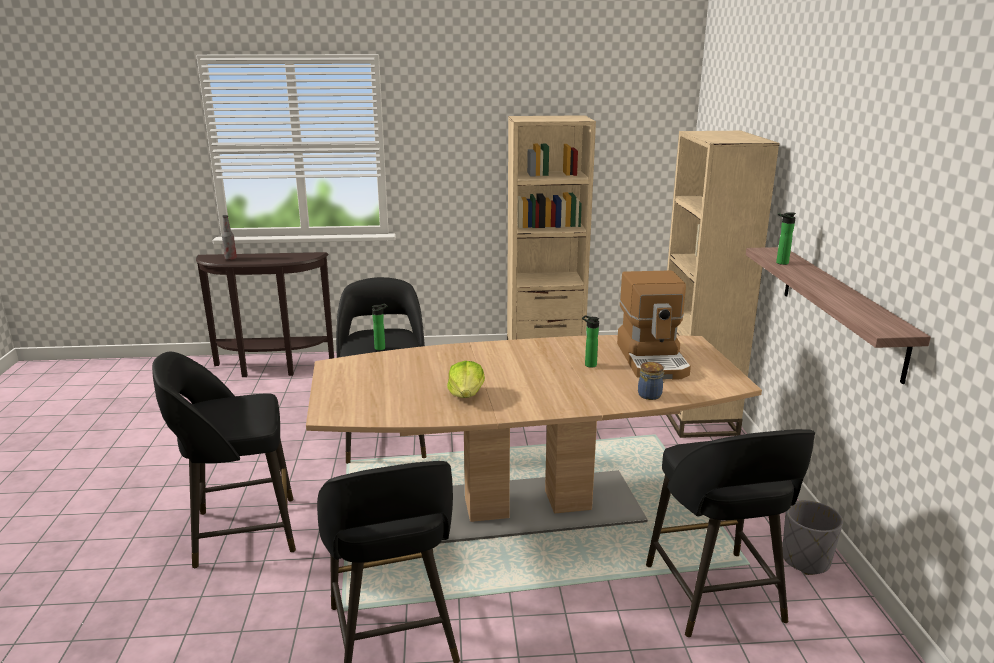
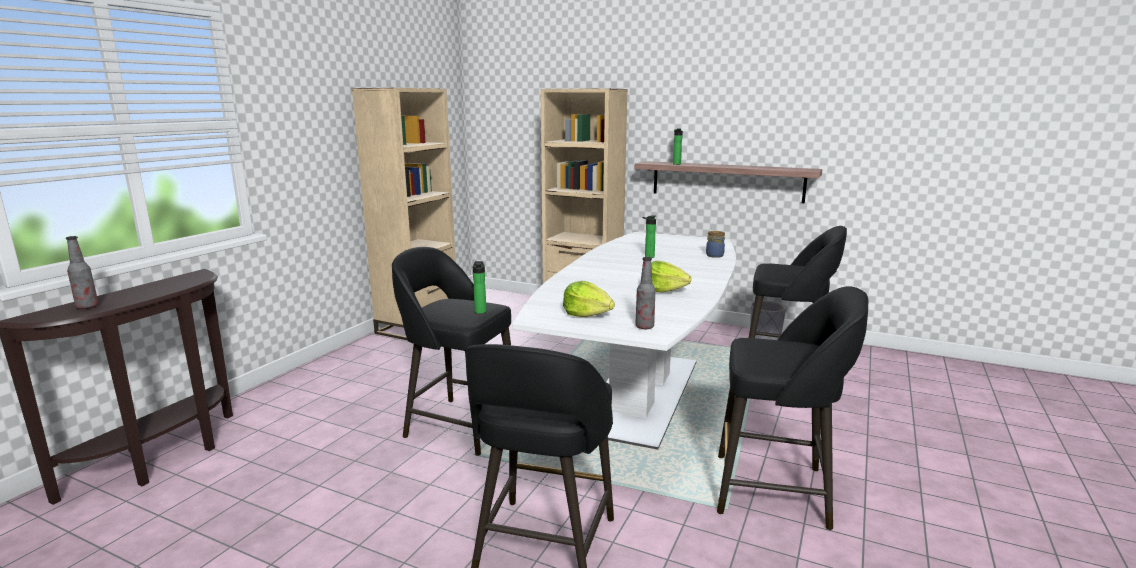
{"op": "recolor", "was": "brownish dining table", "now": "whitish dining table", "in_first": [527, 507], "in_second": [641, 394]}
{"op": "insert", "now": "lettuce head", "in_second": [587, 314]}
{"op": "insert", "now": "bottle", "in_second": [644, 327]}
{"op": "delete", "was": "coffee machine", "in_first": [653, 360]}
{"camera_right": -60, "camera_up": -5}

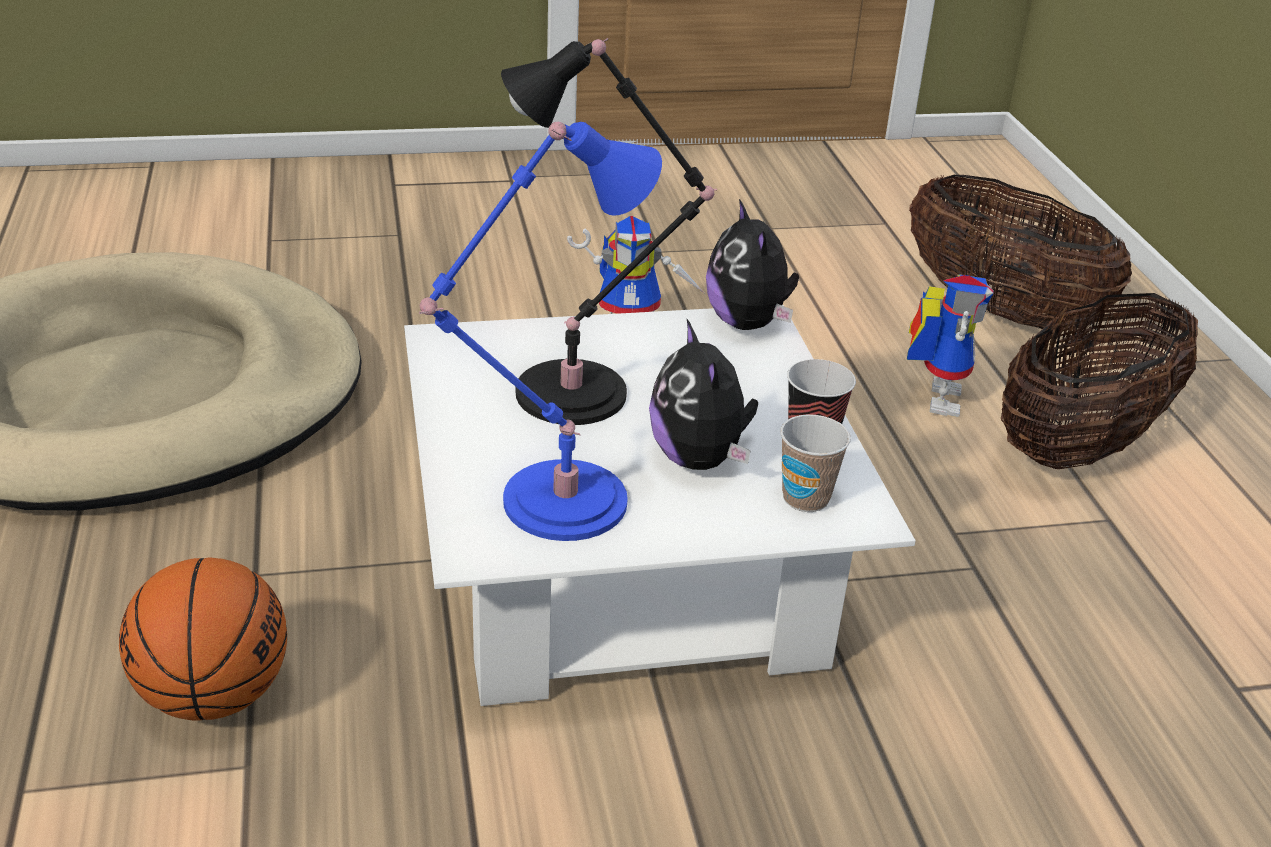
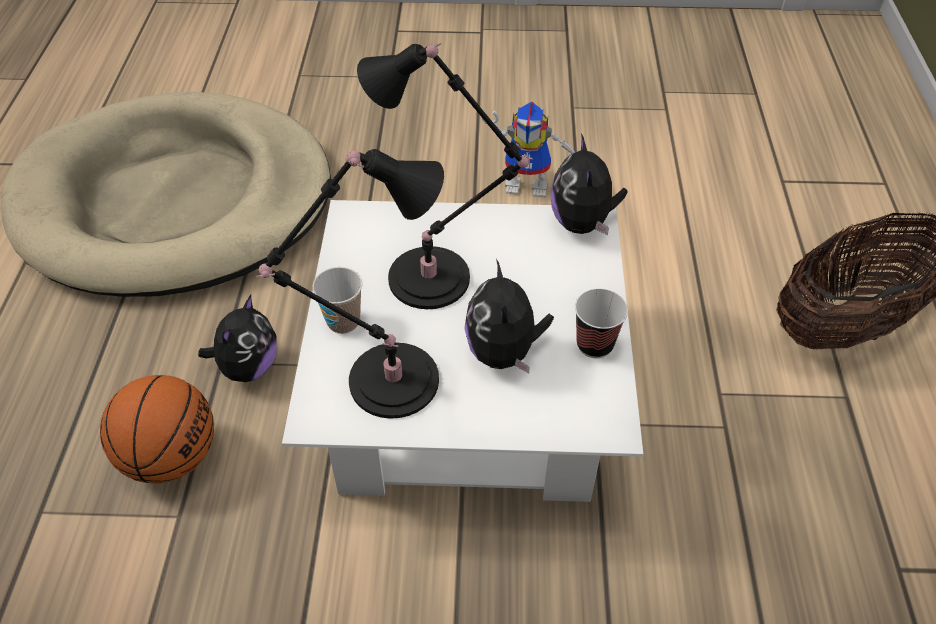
{"op": "insert", "now": "soft toy", "in_second": [248, 367]}
{"op": "recolor", "was": "blue-coloured lamp for a table", "now": "black-coloured lamp for a table", "in_first": [554, 503], "in_second": [385, 381]}
{"op": "move", "was": "drinking cup", "in_first": [805, 498], "in_second": [343, 321]}
{"op": "delete", "was": "robot figure", "in_first": [934, 395]}
{"op": "delete", "was": "storage basket", "in_first": [1000, 310]}
{"camera_right": 15, "camera_up": 15}

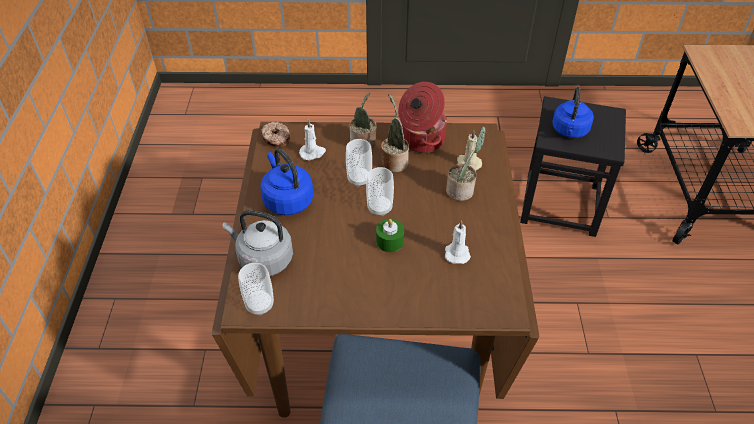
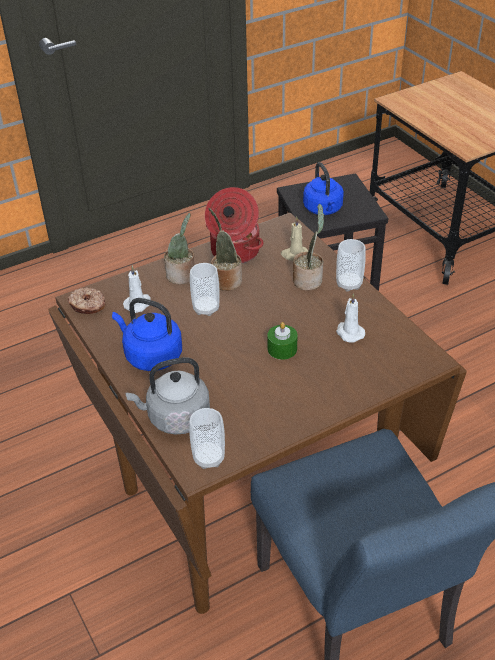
{"op": "move", "was": "drinking cup", "in_first": [379, 208], "in_second": [349, 284]}
{"camera_right": -30, "camera_up": -5}

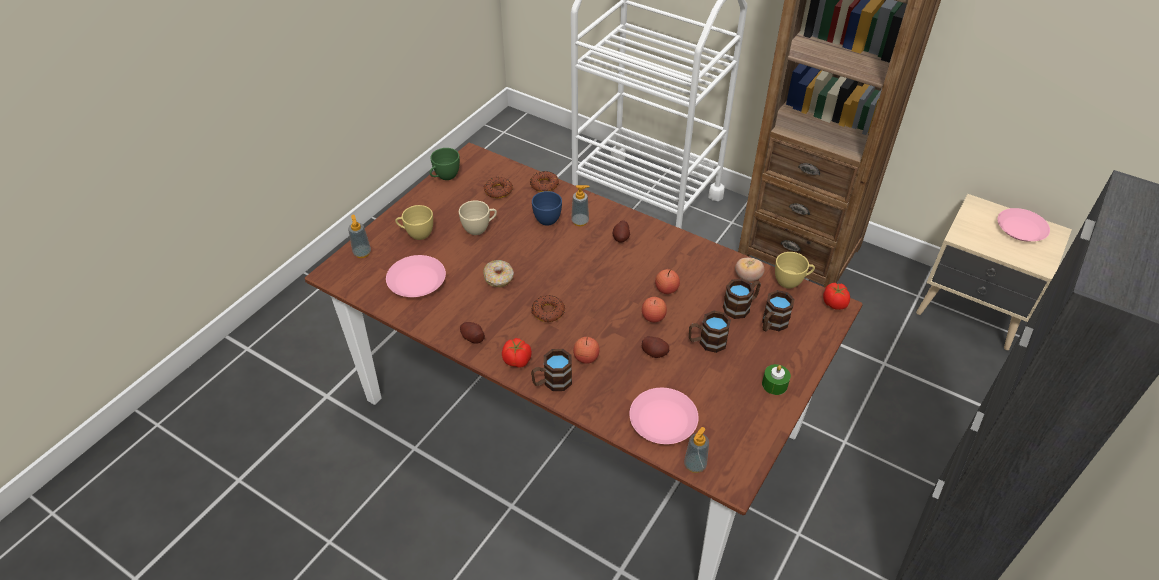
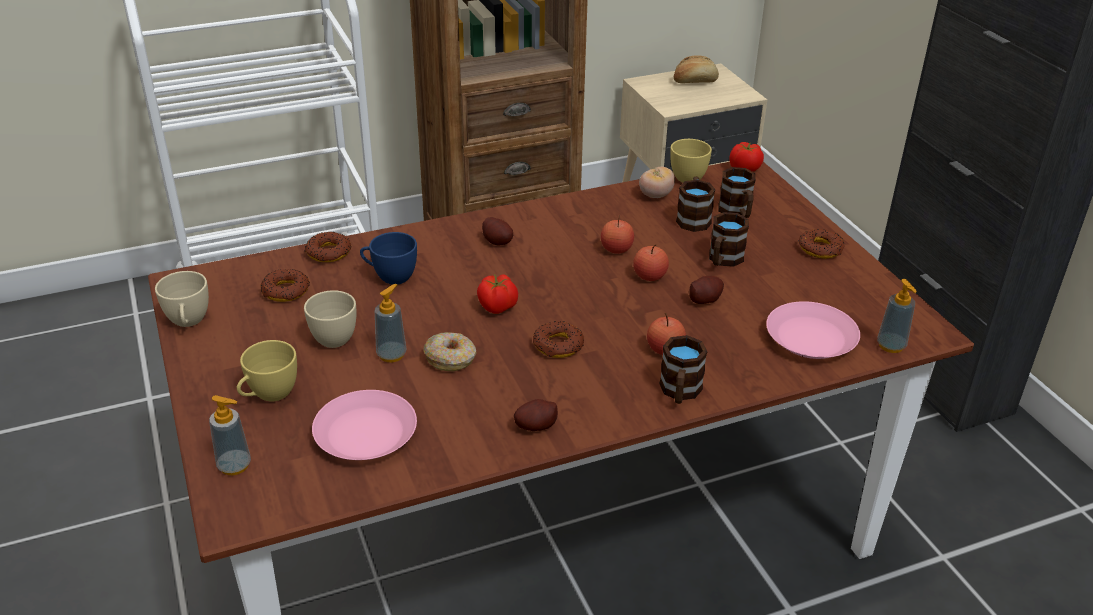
{"op": "recolor", "was": "greenish drinking cup", "now": "beige-coloured drinking cup", "in_first": [444, 177], "in_second": [188, 322]}
{"op": "move", "was": "soap bottle", "in_first": [580, 221], "in_second": [391, 354]}
{"op": "move", "was": "fresh tomato", "in_first": [517, 361], "in_second": [498, 307]}
{"op": "replace", "was": "pinkish dinner plate", "now": "bread", "in_first": [1020, 229], "in_second": [695, 81]}
{"op": "replace", "was": "greenish wax candle", "now": "doughnut", "in_first": [774, 384], "in_second": [820, 249]}
{"camera_right": -55, "camera_up": -10}

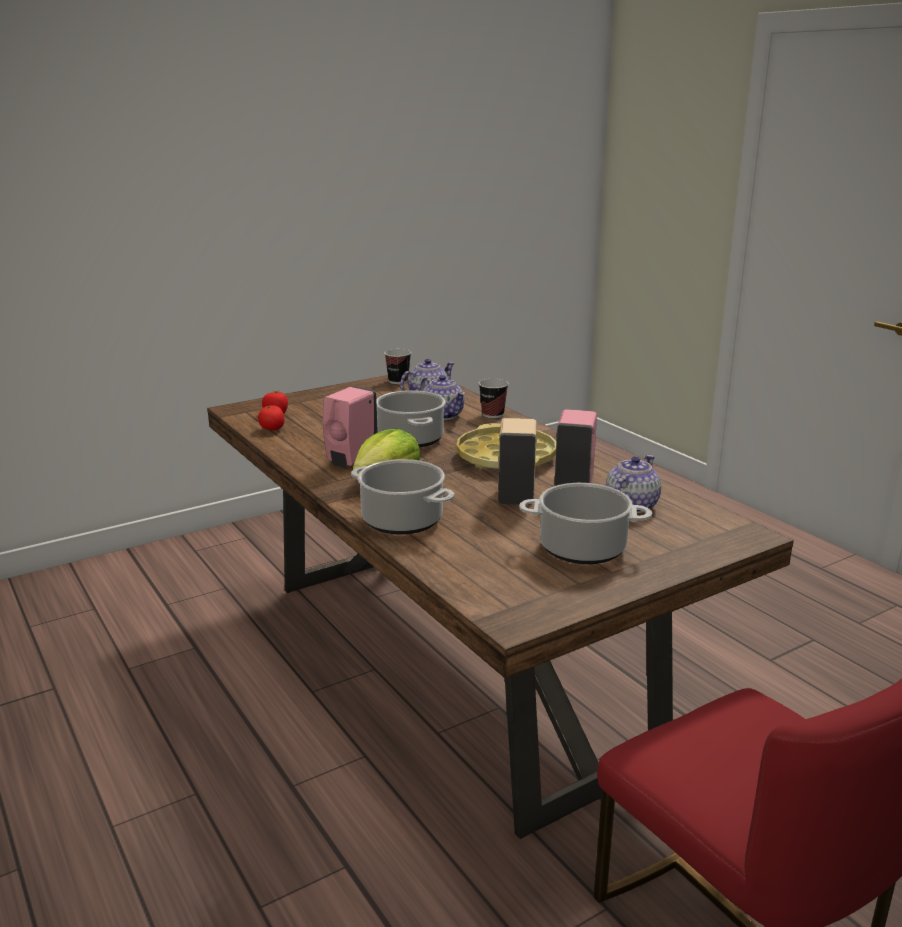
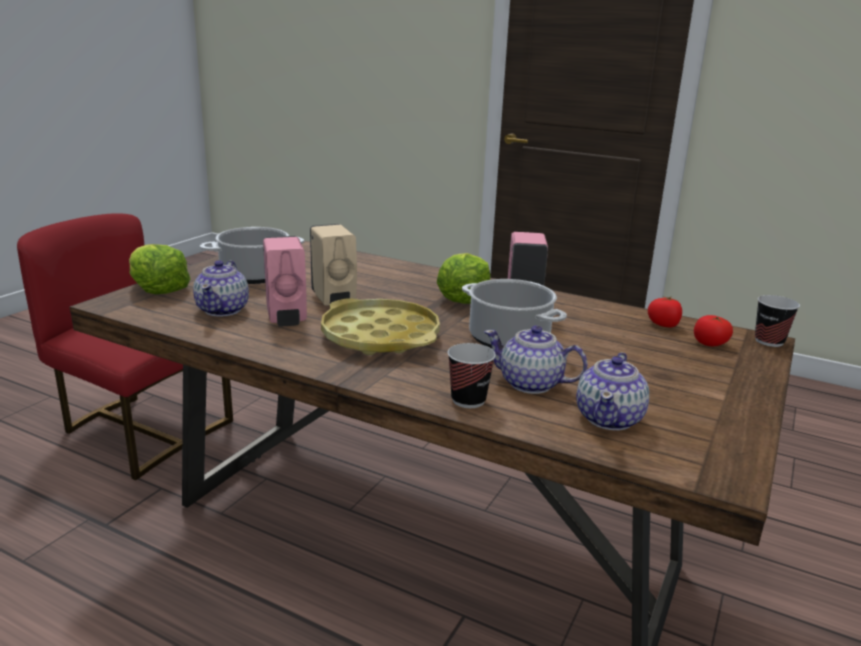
{"op": "insert", "now": "lettuce head", "in_second": [158, 289]}
{"op": "move", "was": "drinking cup", "in_first": [398, 381], "in_second": [769, 341]}
{"op": "delete", "was": "stockpot", "in_first": [401, 521]}
{"camera_right": 150, "camera_up": 0}

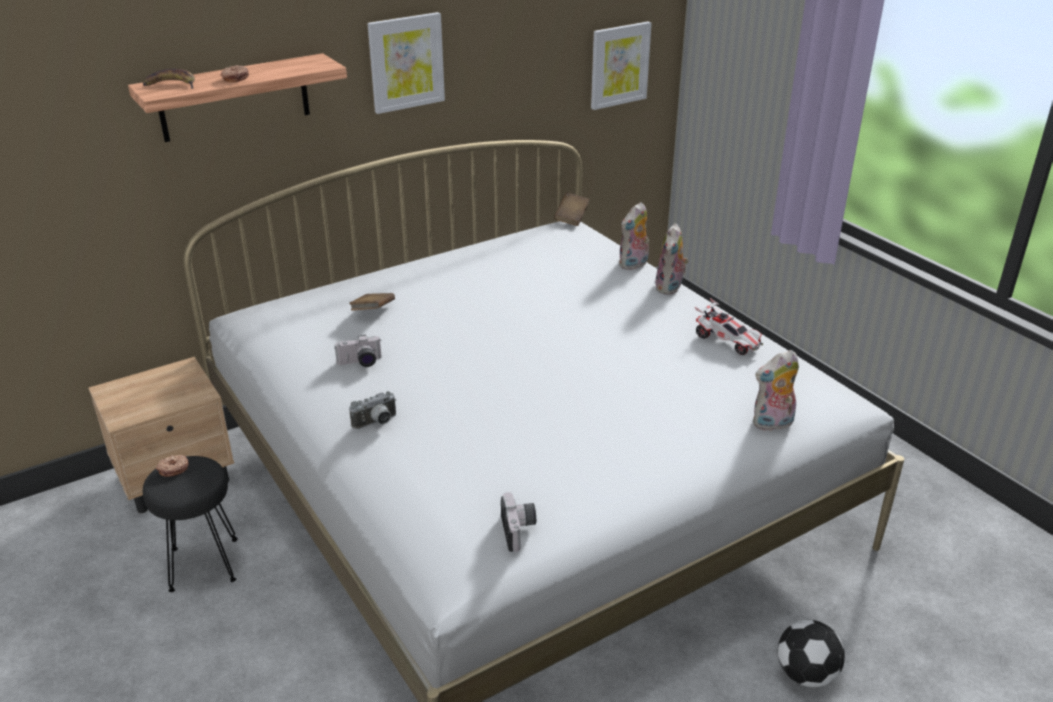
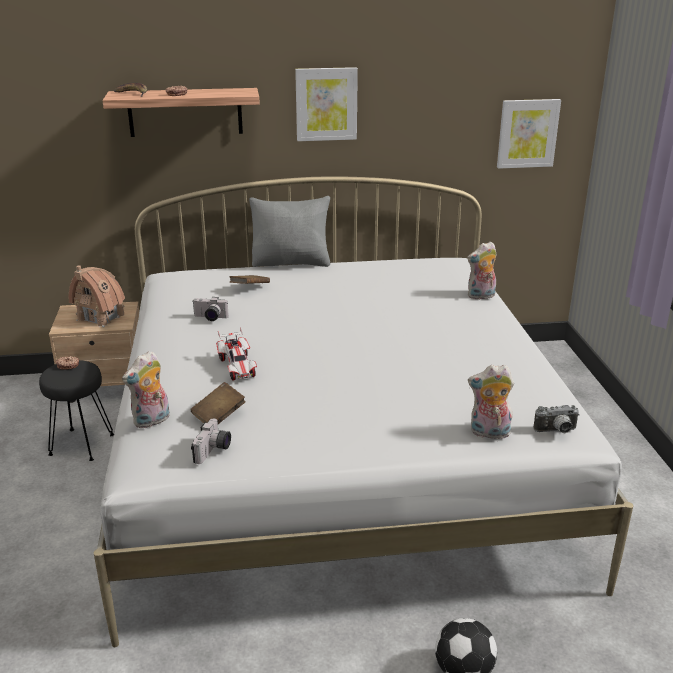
{"op": "insert", "now": "toy house", "in_second": [101, 317]}
{"op": "move", "was": "soft toy", "in_first": [670, 288], "in_second": [152, 421]}
{"op": "move", "was": "brownish volume", "in_first": [571, 218], "in_second": [219, 416]}
{"op": "move", "was": "miniature car", "in_first": [727, 341], "in_second": [238, 367]}
{"op": "insert", "now": "gray pillow", "in_second": [291, 263]}
{"op": "move", "was": "still camera", "in_first": [376, 423], "in_second": [556, 431]}
{"camera_right": 25, "camera_up": -5}

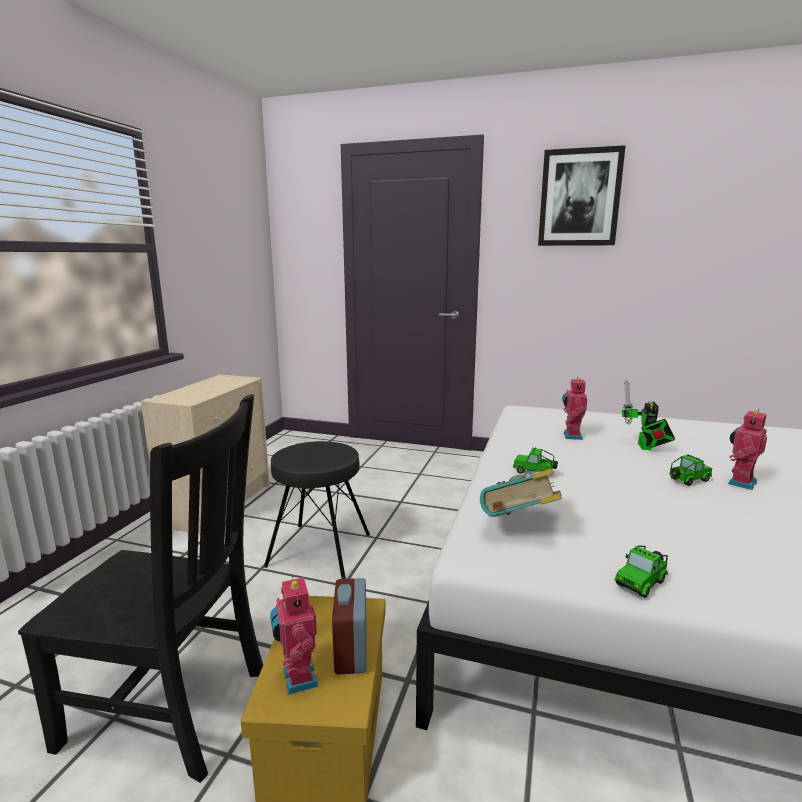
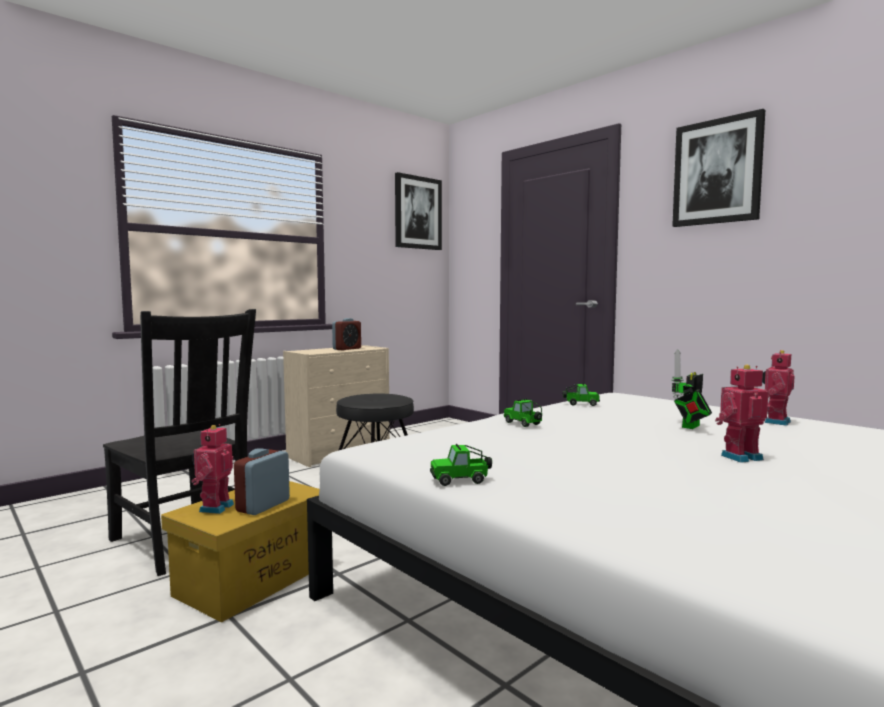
{"op": "insert", "now": "alarm clock", "in_second": [347, 349]}
{"op": "insert", "now": "wall art", "in_second": [417, 213]}
{"op": "move", "was": "miniature car", "in_first": [687, 480], "in_second": [580, 404]}
{"op": "move", "was": "robot figure", "in_first": [571, 436], "in_second": [775, 422]}
{"op": "delete", "was": "volume", "in_first": [520, 526]}
{"camera_right": 30, "camera_up": -10}

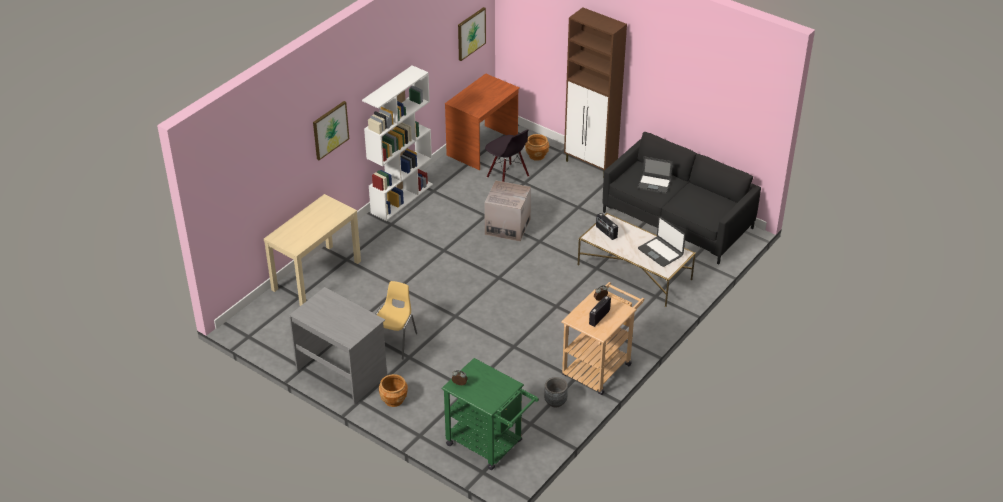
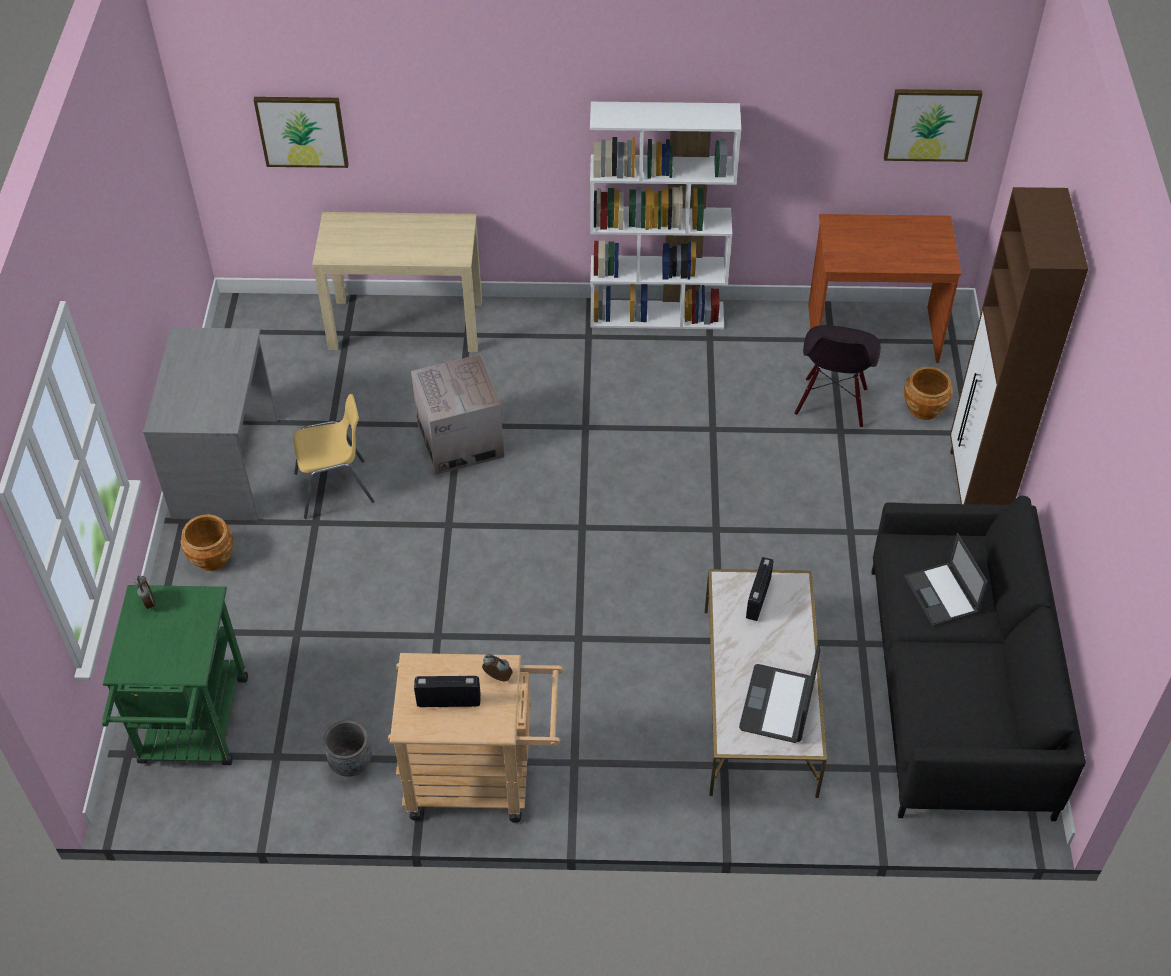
{"op": "move", "was": "wall art", "in_first": [330, 130], "in_second": [302, 131]}
{"op": "move", "was": "cardboard box", "in_first": [507, 226], "in_second": [460, 440]}
{"camera_right": 55, "camera_up": 10}

